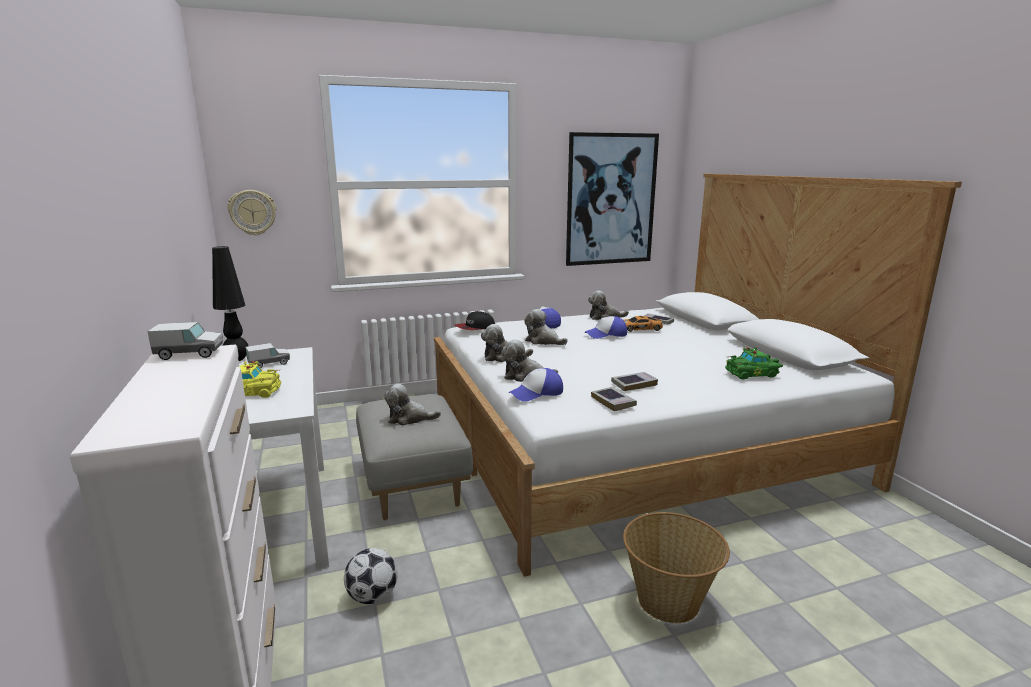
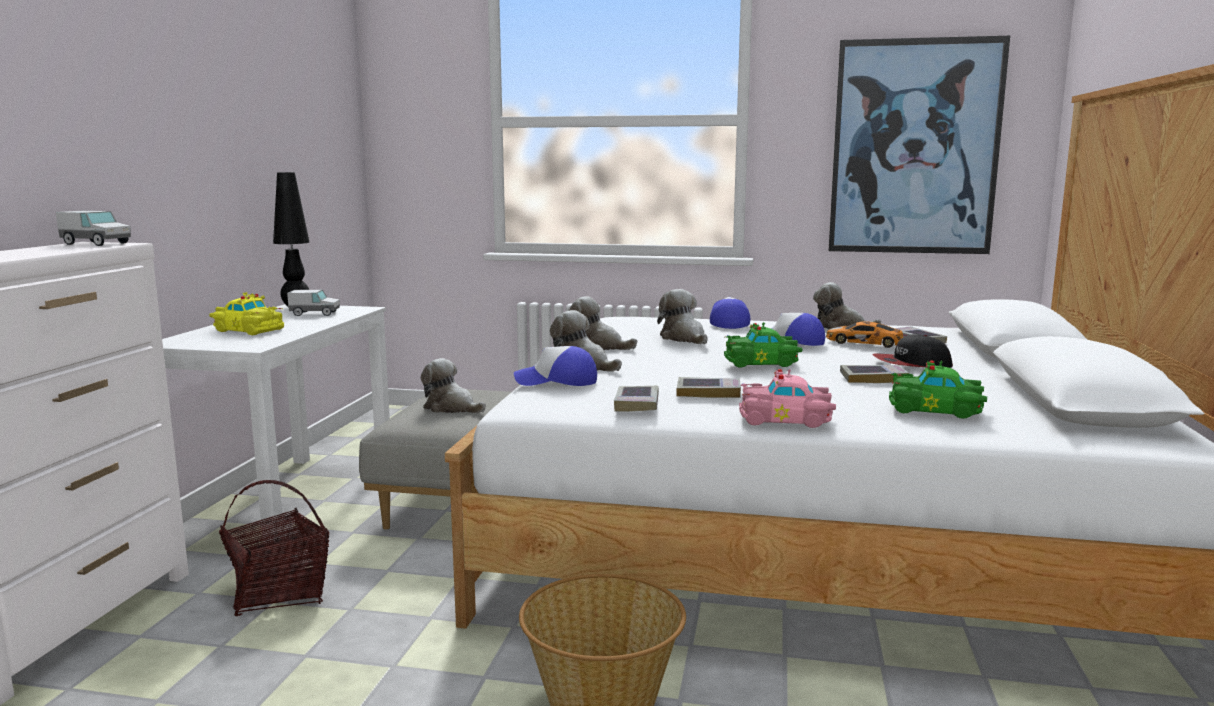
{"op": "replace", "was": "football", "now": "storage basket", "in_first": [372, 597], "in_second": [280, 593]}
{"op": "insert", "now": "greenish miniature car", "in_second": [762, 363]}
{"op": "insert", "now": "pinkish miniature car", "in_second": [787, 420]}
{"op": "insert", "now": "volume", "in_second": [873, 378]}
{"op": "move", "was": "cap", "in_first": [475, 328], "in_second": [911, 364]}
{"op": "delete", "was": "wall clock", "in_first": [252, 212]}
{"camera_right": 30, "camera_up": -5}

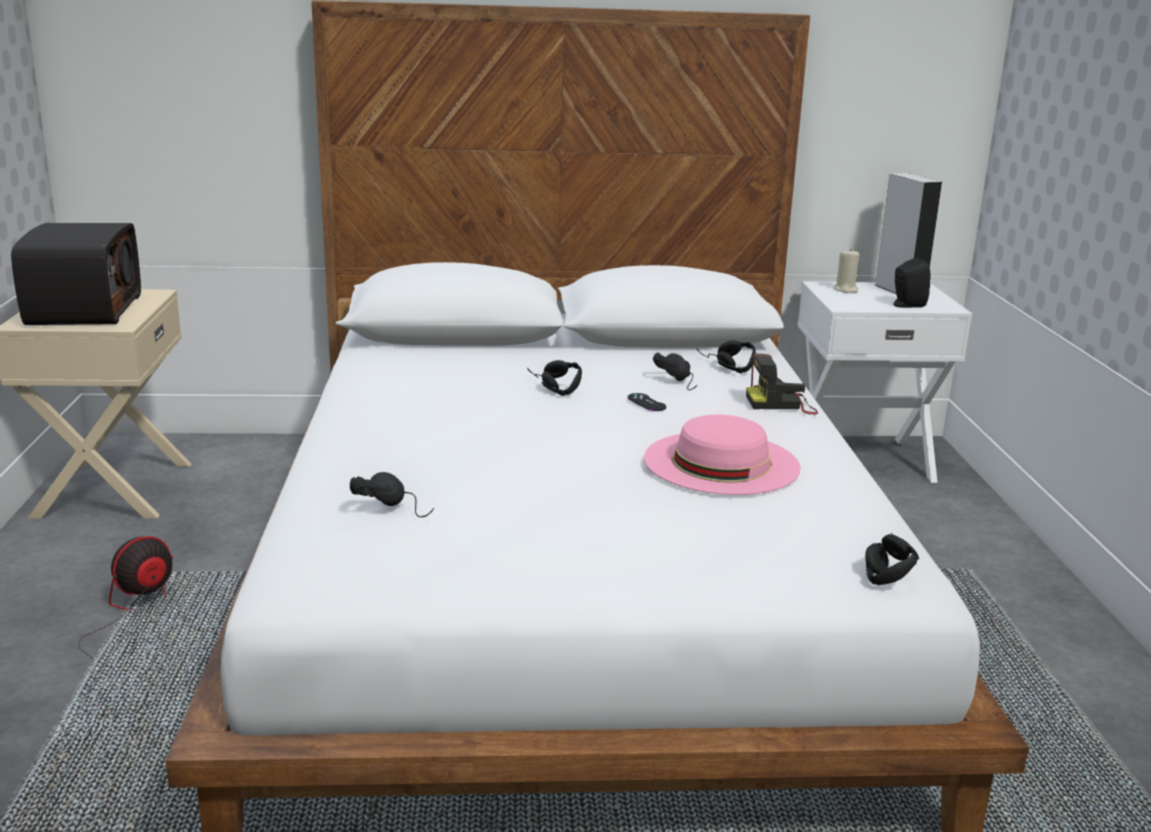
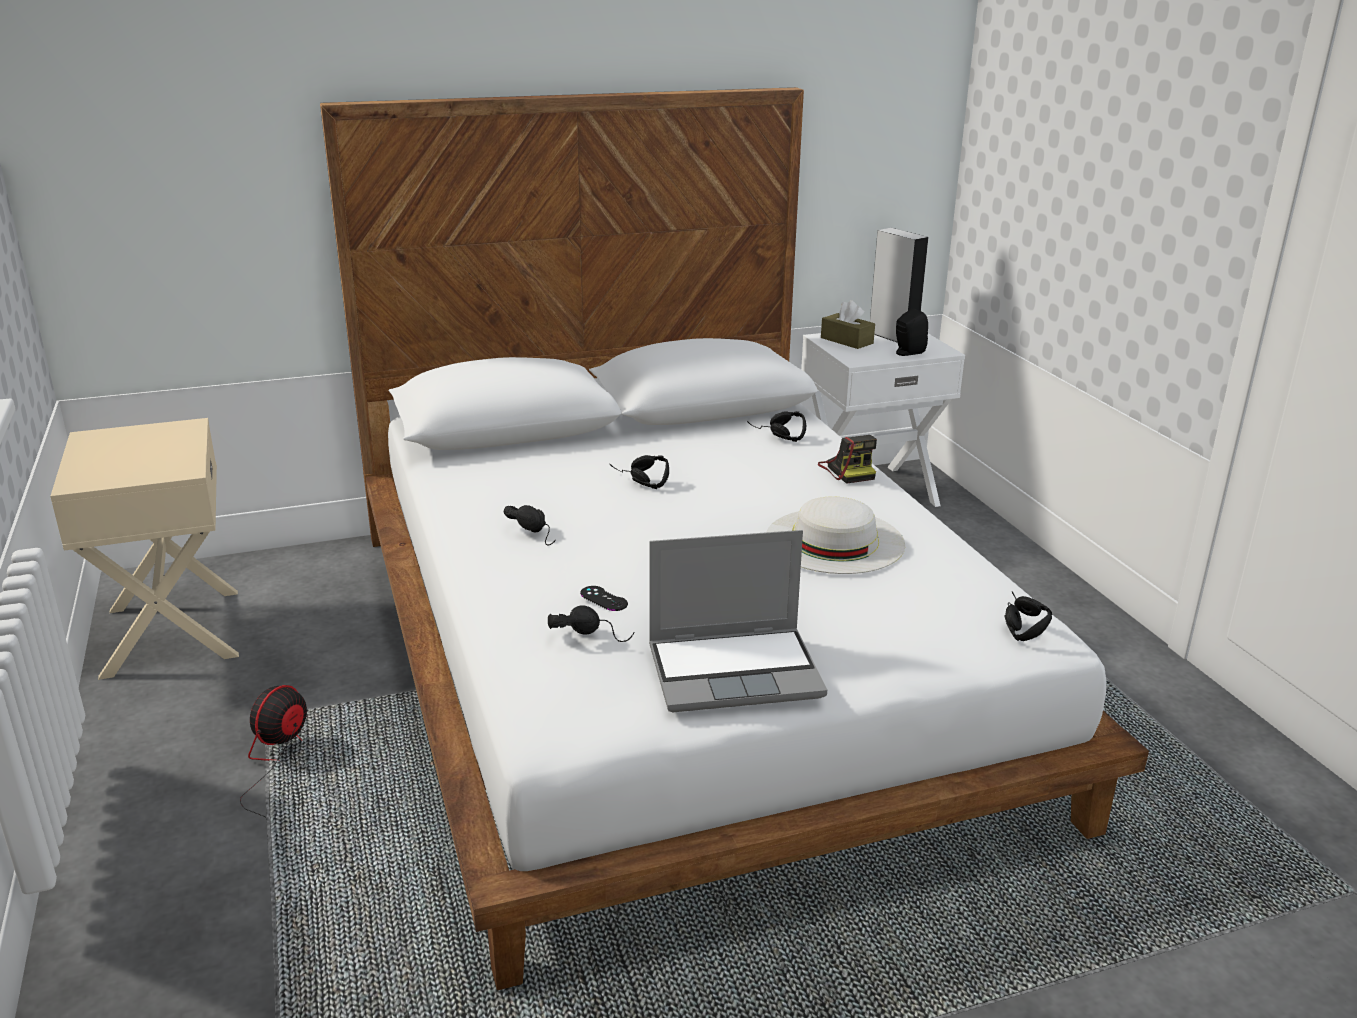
{"op": "move", "was": "black-coloured headphones", "in_first": [681, 382], "in_second": [537, 533]}
{"op": "move", "was": "black-coloured gamepad", "in_first": [646, 402], "in_second": [604, 599]}
{"op": "insert", "now": "portable computer", "in_second": [736, 671]}
{"op": "recolor", "was": "pinkish hat", "now": "whitish hat", "in_first": [721, 462], "in_second": [834, 540]}
{"op": "rotate", "was": "still camera", "in_first": [781, 404], "in_second": [847, 470], "clockwise": -90}
{"op": "replace", "was": "beige-coloured wax candle", "now": "brownish tissue holder", "in_first": [845, 289], "in_second": [846, 340]}
{"op": "delete", "was": "radio receiver", "in_first": [82, 310]}
{"camera_right": -15, "camera_up": 5}

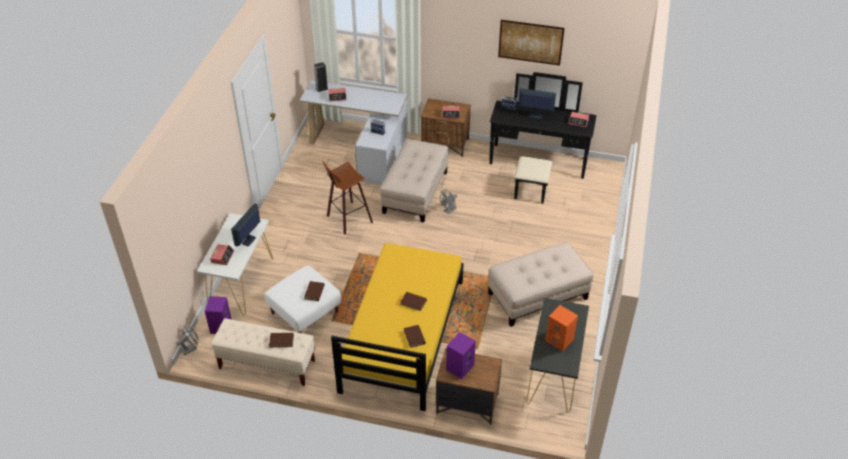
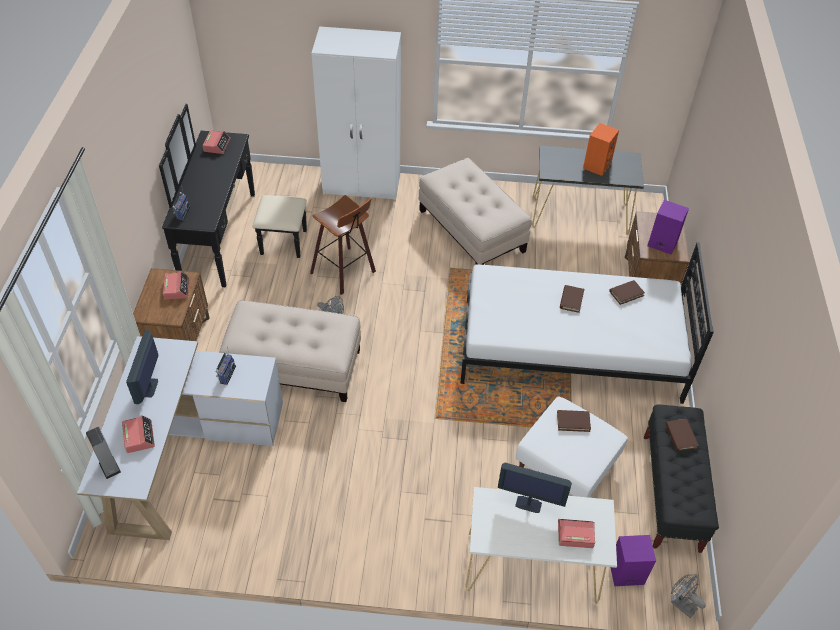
{"op": "move", "was": "computer display", "in_first": [535, 115], "in_second": [149, 388]}
{"op": "move", "was": "stool seat", "in_first": [348, 219], "in_second": [345, 272]}
{"op": "insert", "now": "whitish wardrobe", "in_second": [362, 185]}
{"op": "recolor", "was": "yellow bed", "now": "whitish bed", "in_first": [402, 335], "in_second": [570, 349]}
{"op": "recolor", "was": "beige-coloured indoor bench", "now": "black-coloured indoor bench", "in_first": [267, 364], "in_second": [671, 492]}
{"op": "delete", "was": "wall art", "in_first": [530, 42]}
{"camera_right": -100, "camera_up": 5}

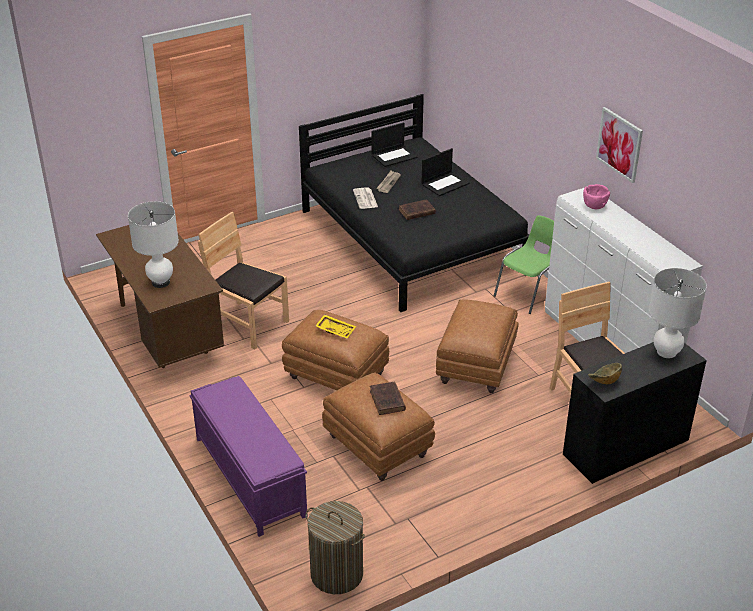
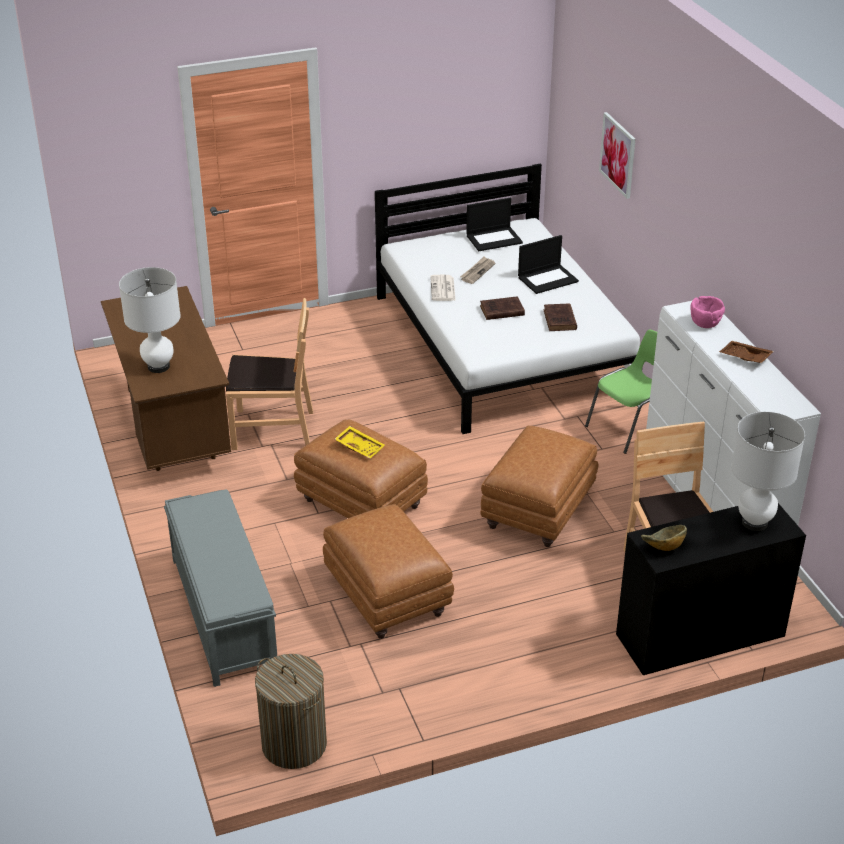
{"op": "recolor", "was": "purplish indoor bench", "now": "gray indoor bench", "in_first": [249, 476], "in_second": [223, 612]}
{"op": "rotate", "was": "brownish upright chair", "in_first": [248, 324], "in_second": [272, 429], "clockwise": 135}
{"op": "recolor", "was": "black-coloured bed", "now": "whitish bed", "in_first": [411, 239], "in_second": [502, 344]}
{"op": "move", "was": "brownish volume", "in_first": [387, 401], "in_second": [560, 320]}
{"op": "move", "was": "wall art", "in_first": [619, 144], "in_second": [618, 155]}
{"op": "insert", "now": "brownish tray", "in_second": [744, 358]}
{"camera_right": 10, "camera_up": 0}

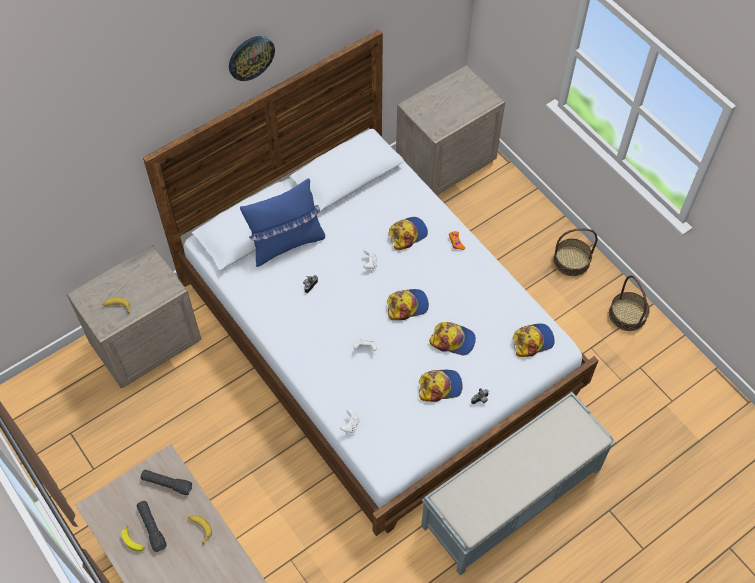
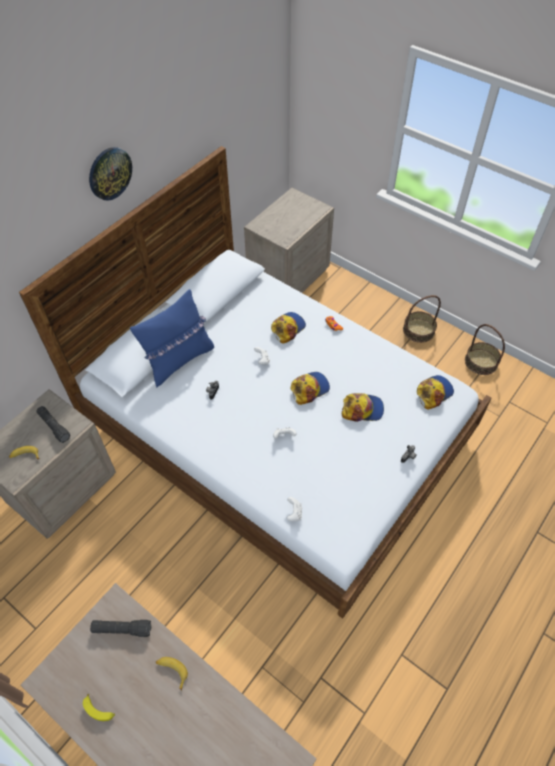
{"op": "move", "was": "black-coloured flashlight", "in_first": [152, 527], "in_second": [54, 427]}
{"op": "delete", "was": "cap", "in_first": [440, 386]}
{"op": "delete", "was": "gray indoor bench", "in_first": [512, 496]}
{"camera_right": -15, "camera_up": -5}

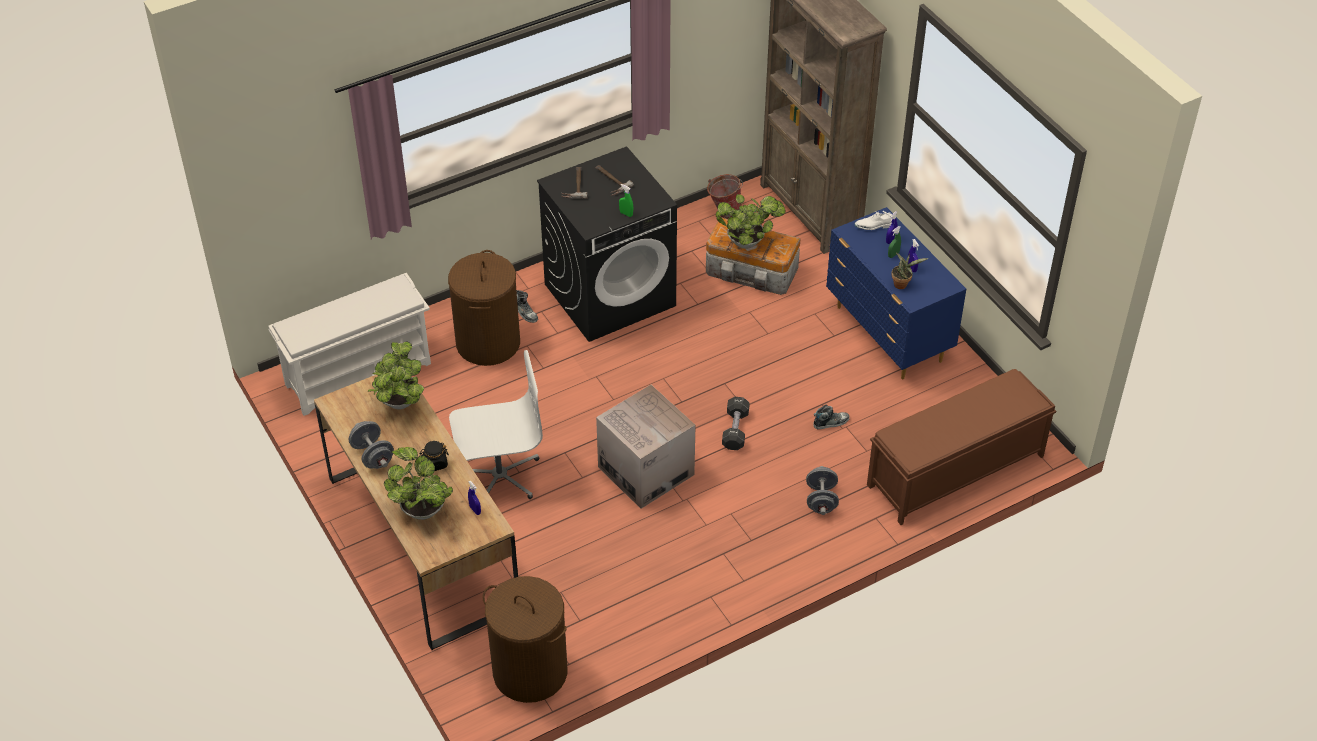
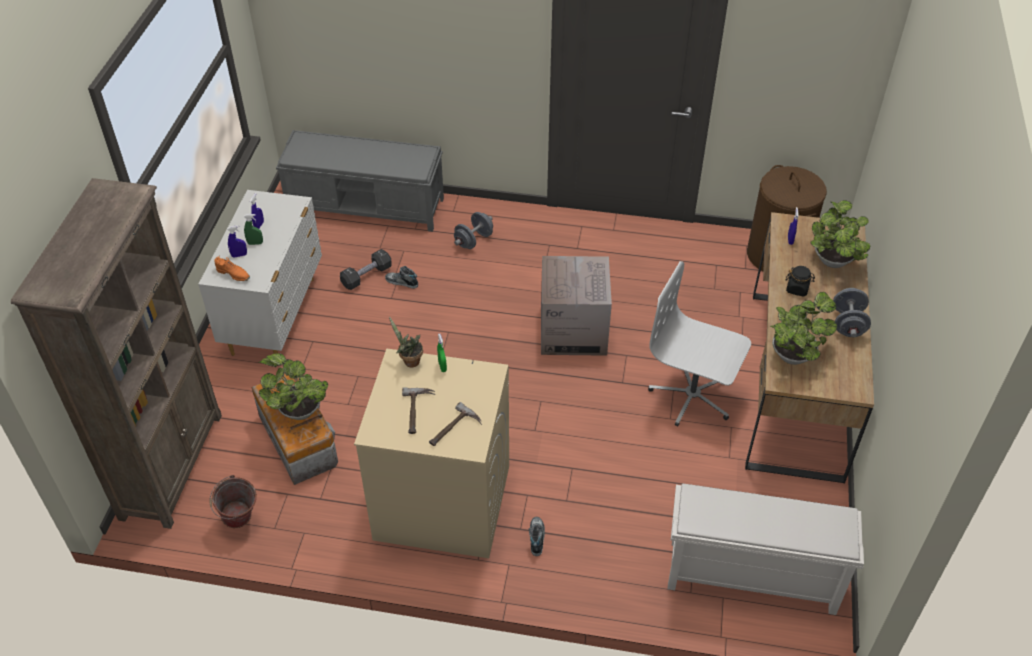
{"op": "recolor", "was": "blue-coloured chest of drawers", "now": "whitish chest of drawers", "in_first": [888, 335], "in_second": [275, 315]}
{"op": "recolor", "was": "whitish low shoe", "now": "orange-coloured low shoe", "in_first": [873, 226], "in_second": [233, 274]}
{"op": "recolor", "was": "brownish indoor bench", "now": "gray indoor bench", "in_first": [954, 471], "in_second": [367, 206]}
{"op": "move", "was": "black-coloured free weight", "in_first": [735, 430], "in_second": [366, 276]}
{"op": "recolor", "was": "black-coloured laundry machine", "now": "beige-coloured laundry machine", "in_first": [610, 294], "in_second": [441, 502]}
{"op": "move", "was": "houseplant", "in_first": [902, 284], "in_second": [409, 361]}
{"op": "delete", "was": "brownish hamper", "in_first": [488, 343]}
{"camera_right": -140, "camera_up": 0}

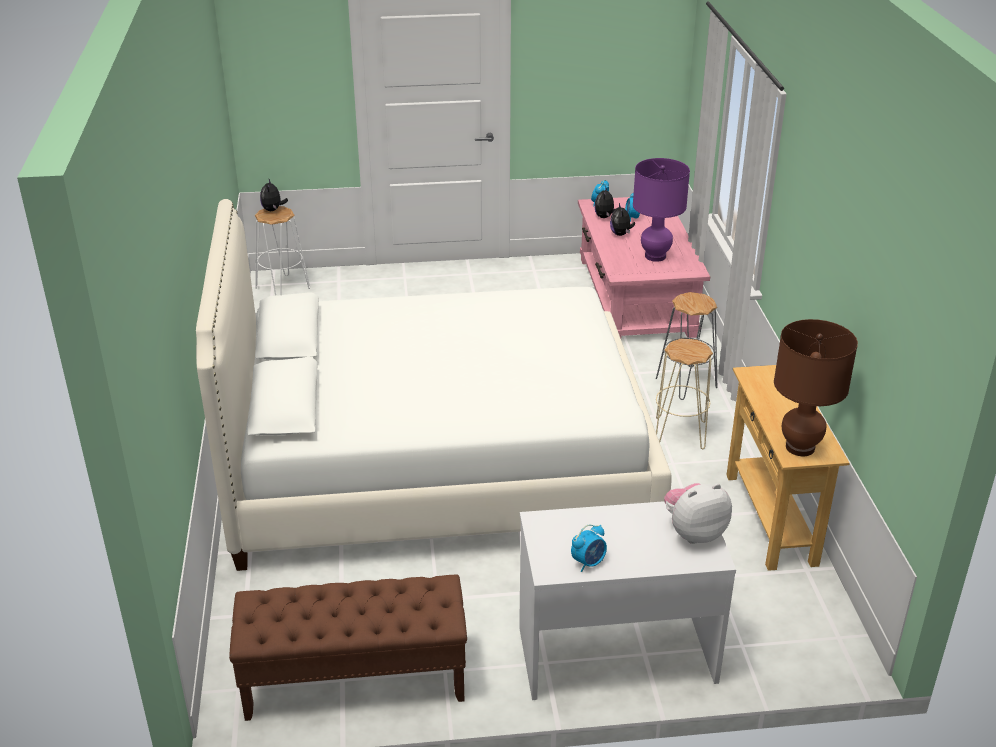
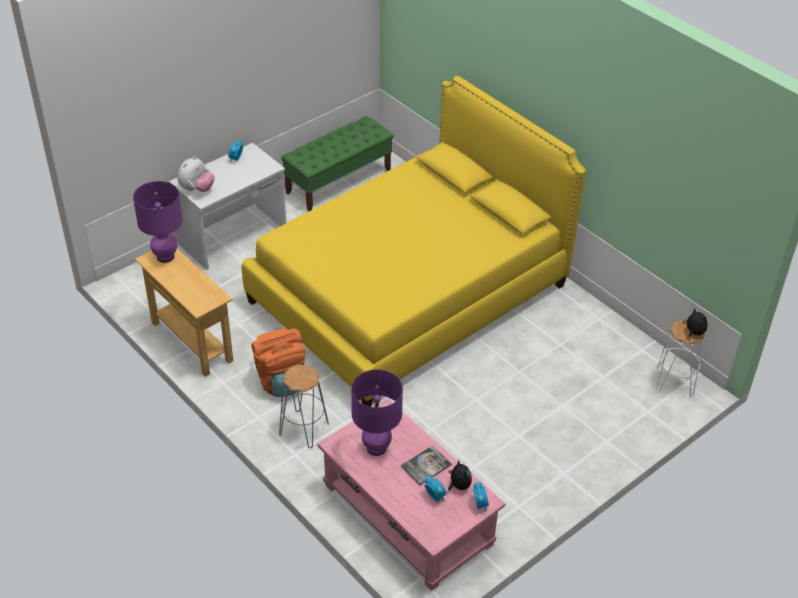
{"op": "recolor", "was": "brownish lamp for a table", "now": "purplish lamp for a table", "in_first": [800, 447], "in_second": [165, 256]}
{"op": "recolor", "was": "whitish bed", "now": "yellow bed", "in_first": [437, 462], "in_second": [409, 293]}
{"op": "replace", "was": "beige-coloured stool seat", "now": "orange-coloured rucksack", "in_first": [679, 433], "in_second": [281, 380]}
{"op": "recolor", "was": "brownish indoor bench", "now": "greenish indoor bench", "in_first": [354, 680], "in_second": [339, 181]}
{"op": "replace", "was": "soft toy", "now": "volume", "in_first": [621, 234], "in_second": [426, 466]}
{"camera_right": 145, "camera_up": 10}

